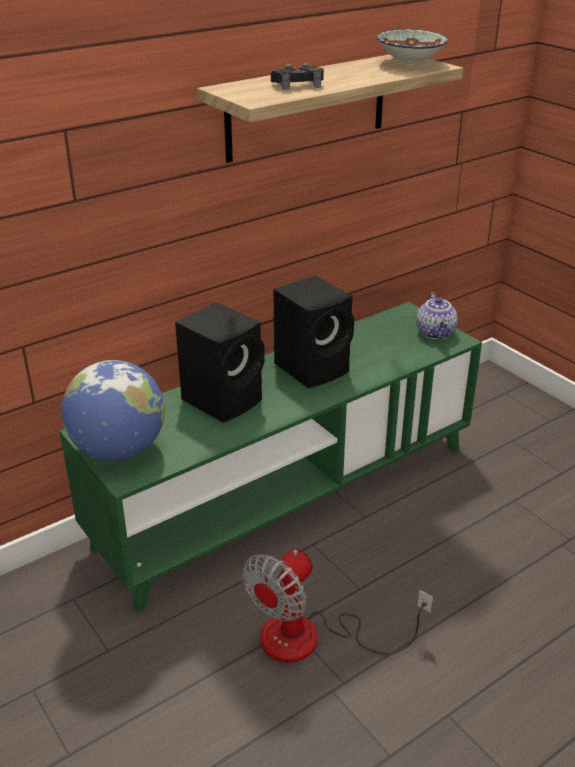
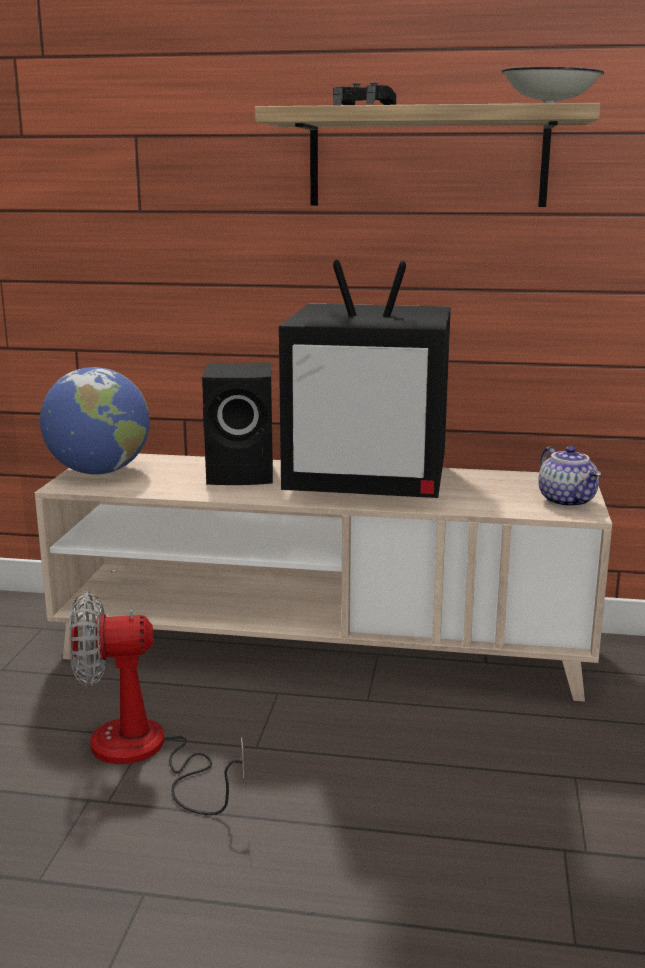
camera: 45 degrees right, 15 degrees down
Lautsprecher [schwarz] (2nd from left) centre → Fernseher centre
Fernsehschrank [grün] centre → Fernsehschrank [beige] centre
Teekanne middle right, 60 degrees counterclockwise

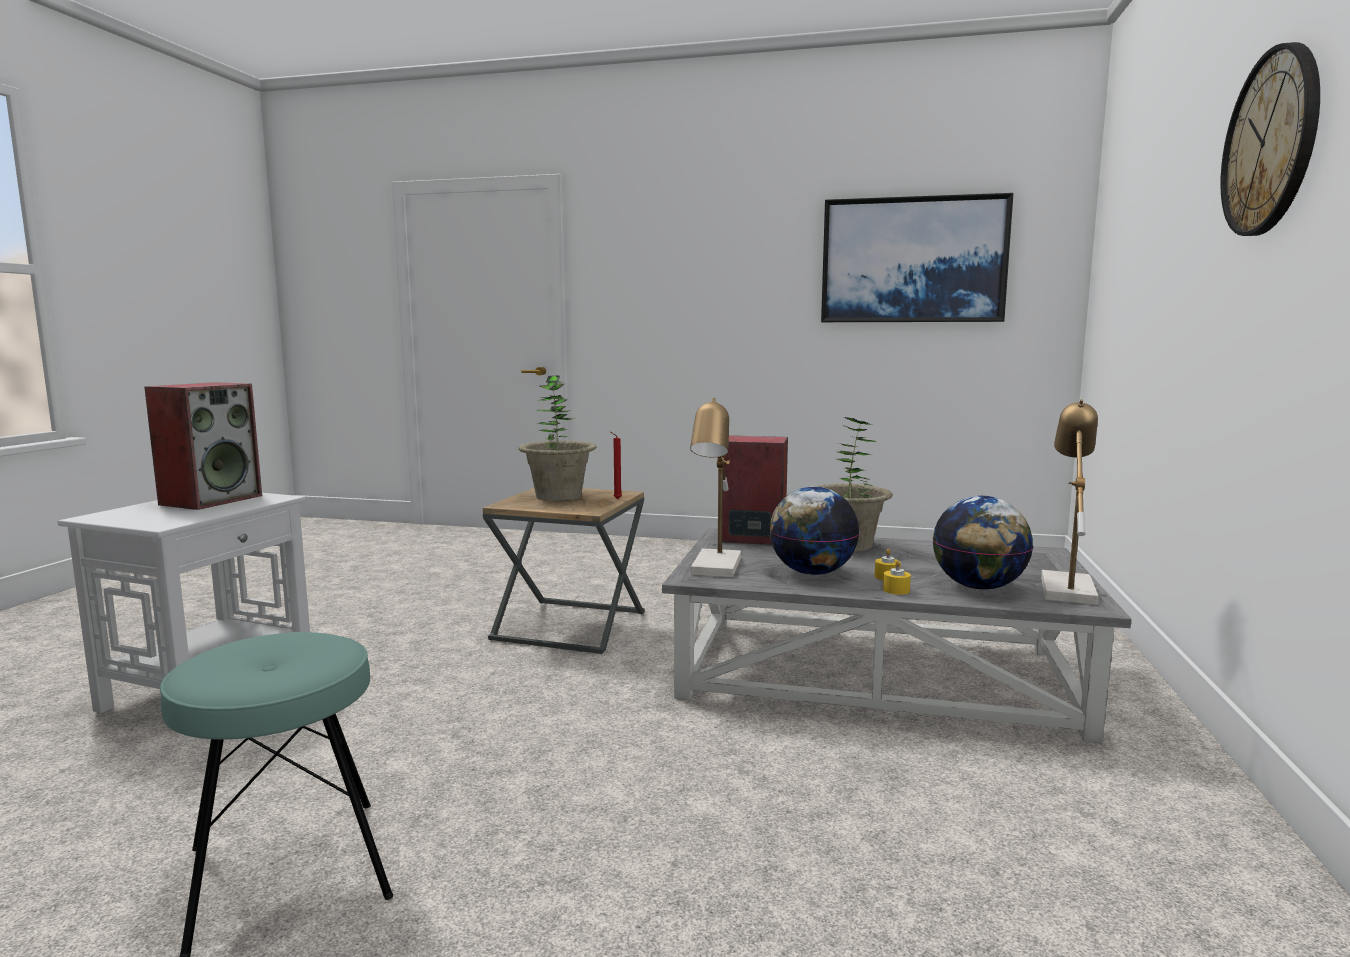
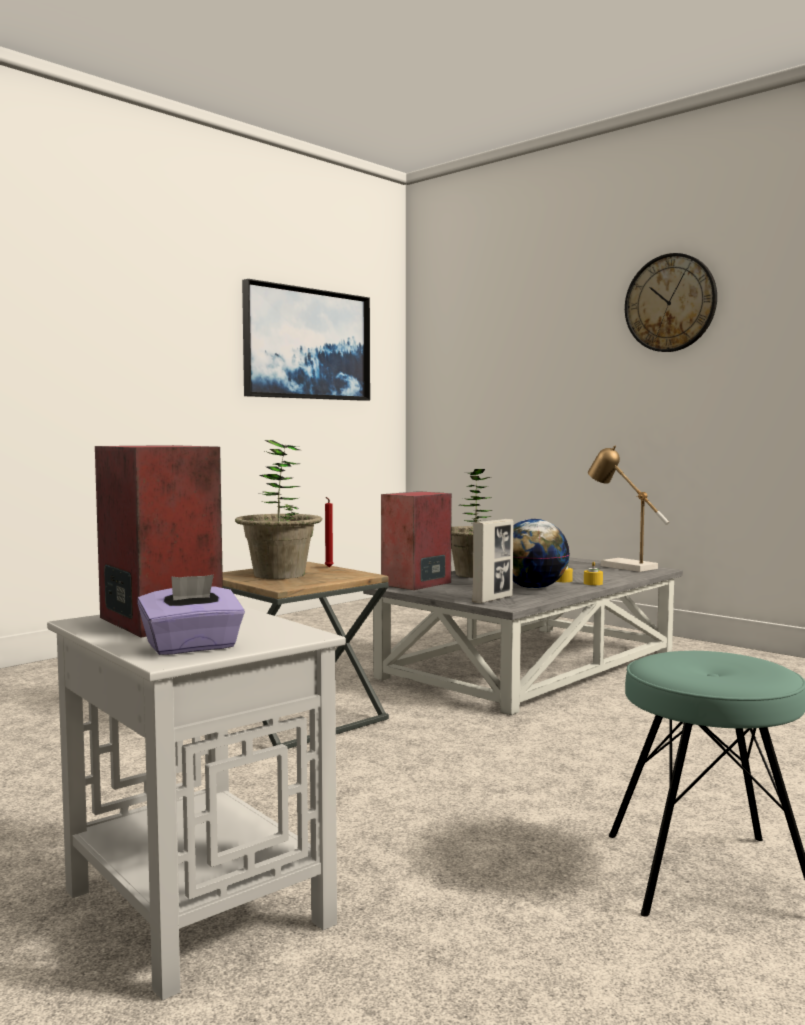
camera: 60 degrees left, 5 degrees down
Globus (2nd from left) middle right → -
- → Taschentuchbox [lila] middle left
Tischlampe (1st from left) centre → Bilderrahmen centre

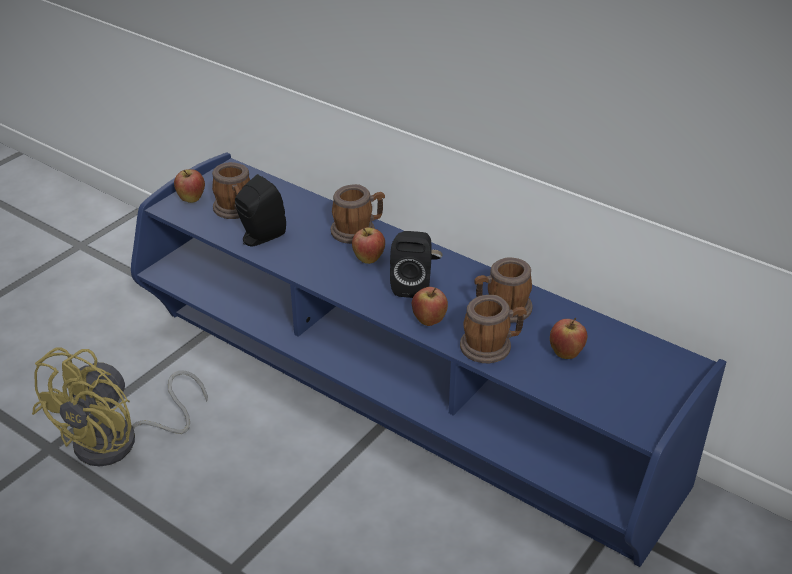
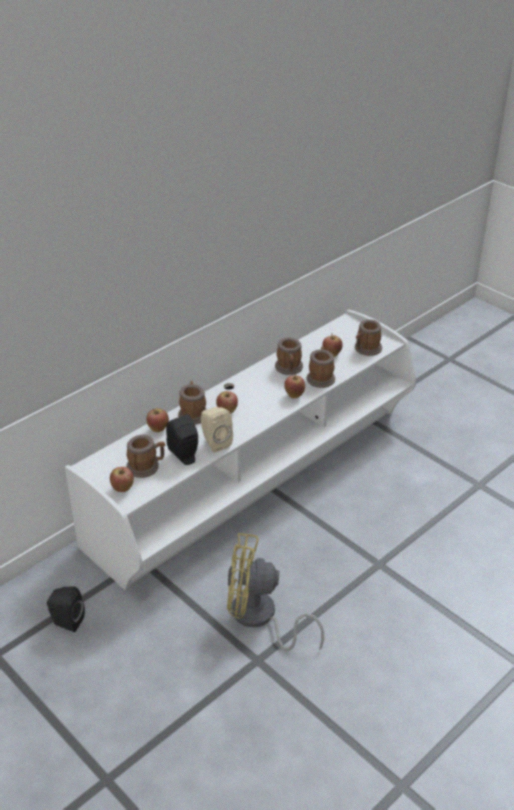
camera: 80 degrees left, 0 degrees up
- → Apfel (2nd from left) middle left
- → Lautsprecher [beige] centre
- → Henkelbecher (5th from left) middle right
Lautsprecher [schwarz] (2nd from left in the first image) centre → Lautsprecher [schwarz] (1st from left) bottom left, moved
Fernsehschrank [blau] centre → Fernsehschrank [weiß] centre
Ventilator [gelb] bottom left → Ventilator [gelb] bottom centre, 150 degrees clockwise

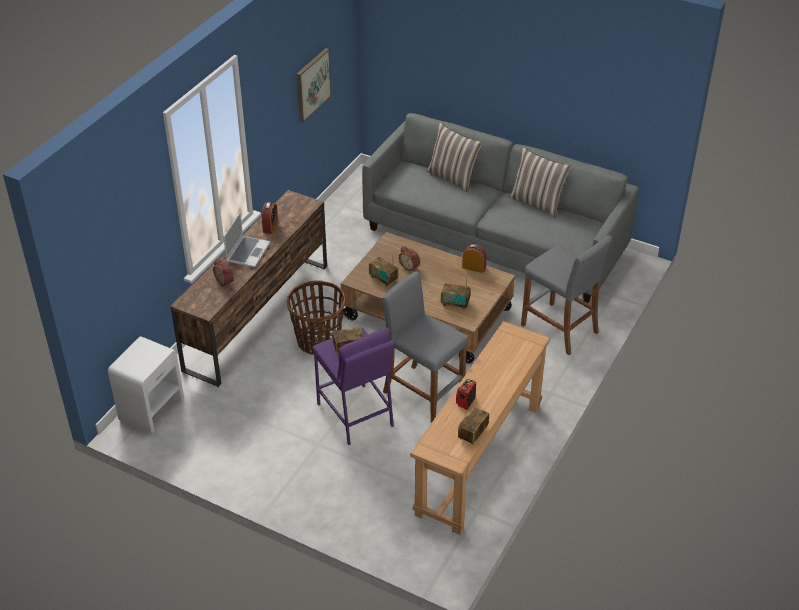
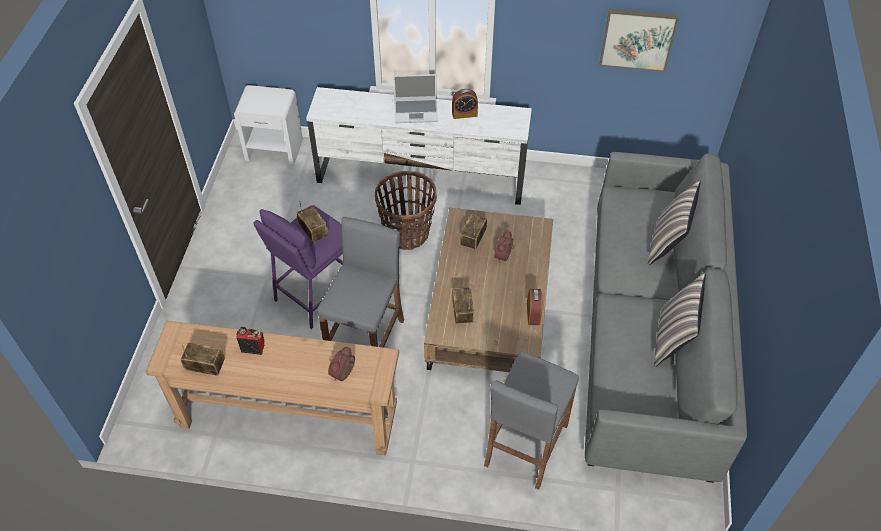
camera: 70 degrees right, 10 degrees up
Wecker (1st from left) middle left → Wecker (1st from left) bottom centre, moved
Fernsehschrank [braun] middle left → Fernsehschrank [weiß] top centre

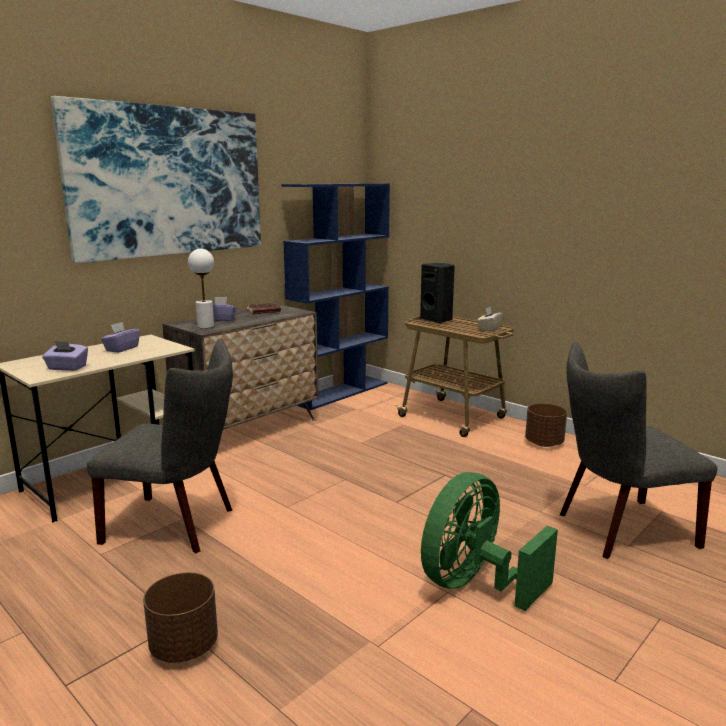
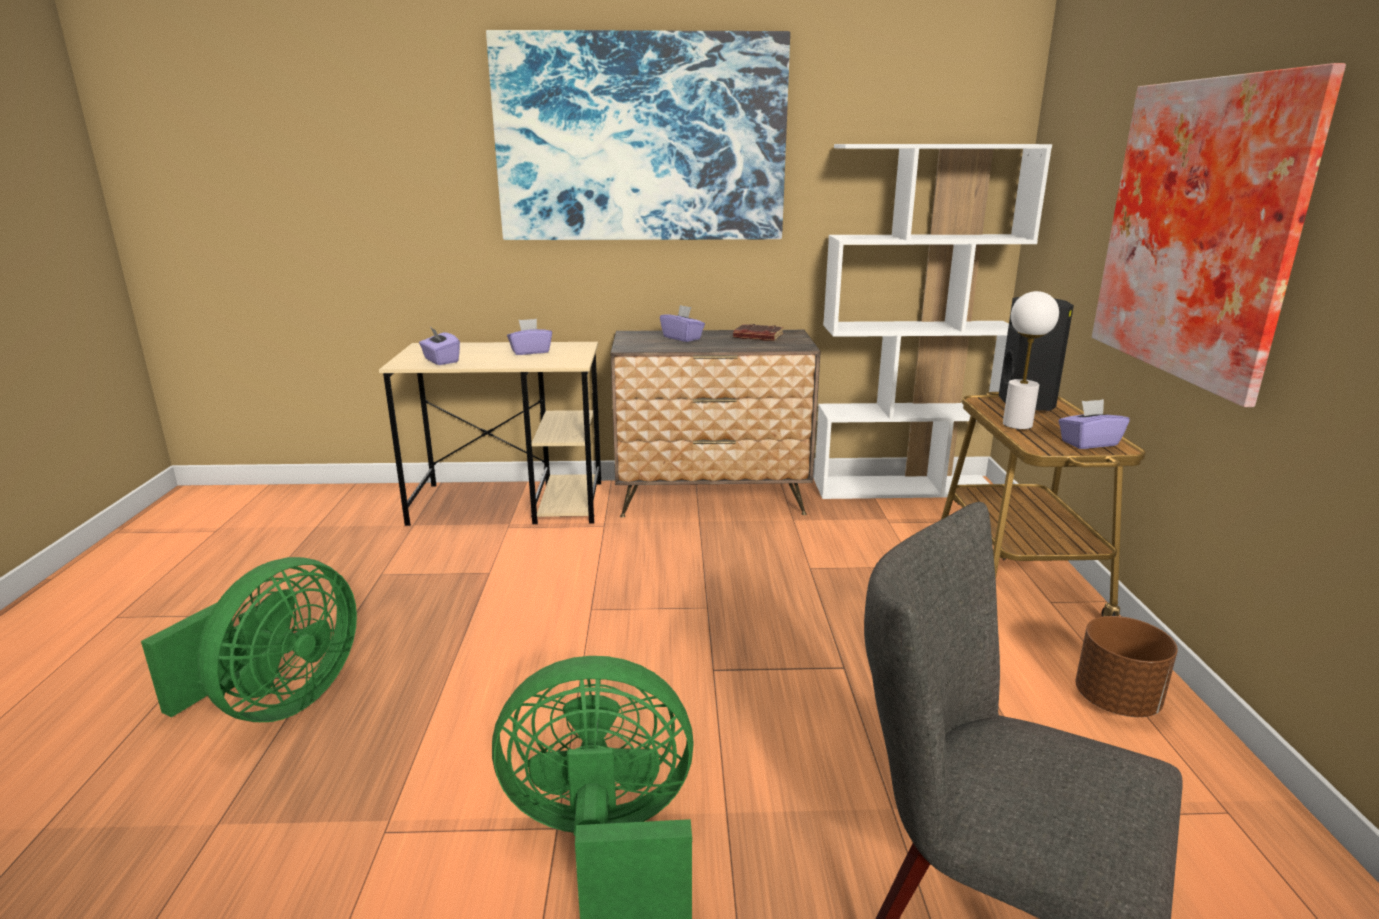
camera: 45 degrees right, 5 degrees up
Stuhl [grau] (1st from left) middle left → -
- → Bild (2nd from left) top right
Tischlampe [weiß] middle left → Tischlampe [weiß] middle right, moved
Pflanzkübel [braun] (1st from left) bottom left → Ventilator [grün] (1st from left) bottom left
Bücherregal [blau] centre → Bücherregal [weiß] middle right
Taschentuchbox [beige] middle right → Taschentuchbox [lila] (4th from left) middle right

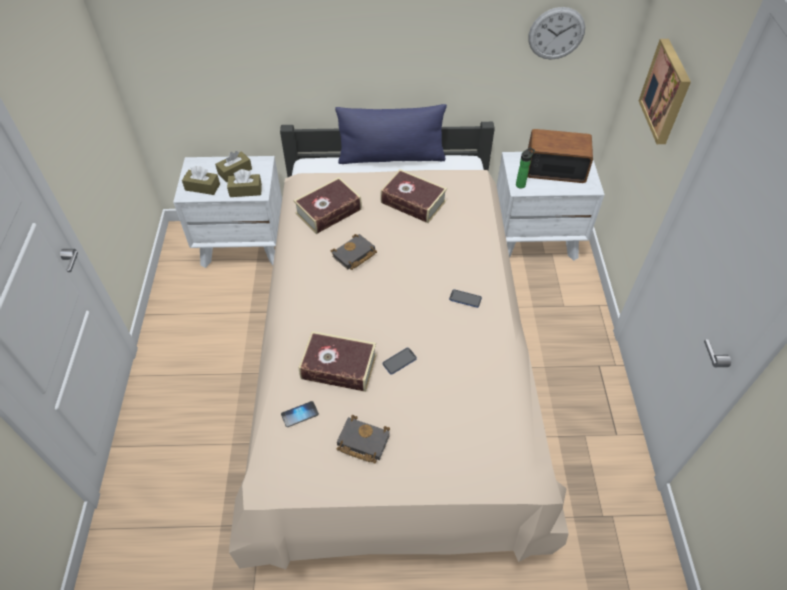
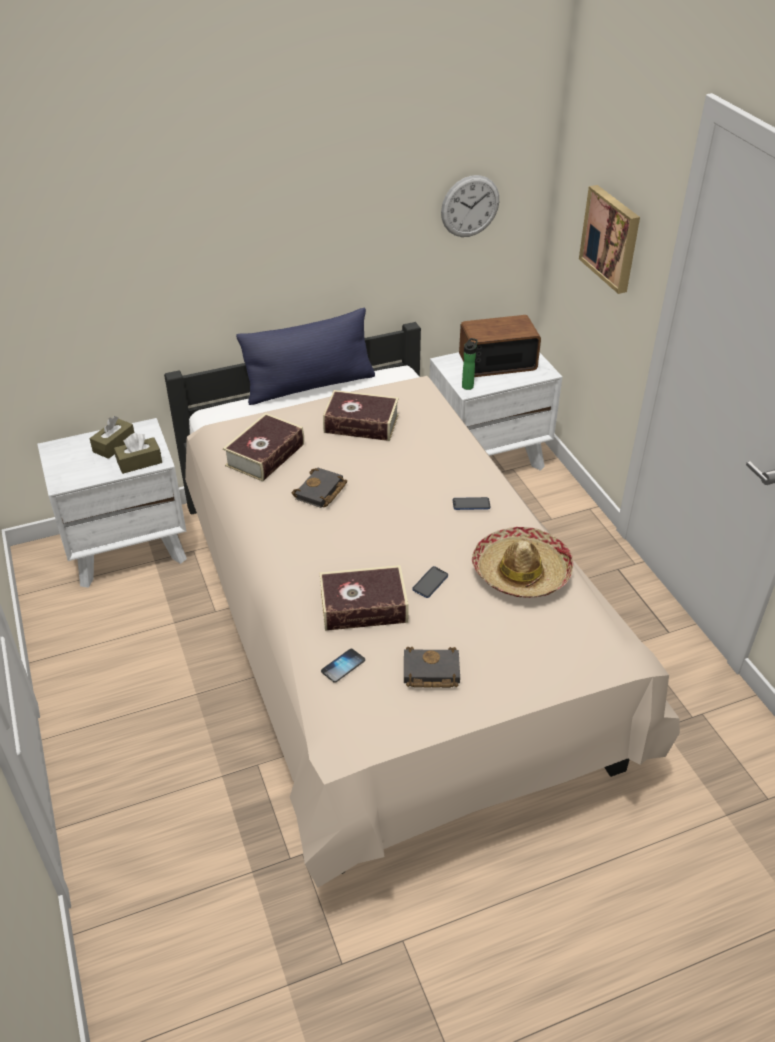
camera: 20 degrees left, 10 degrees down
Taschentuchbox [braun] (1st from left) top left → -
- → Hut middle right

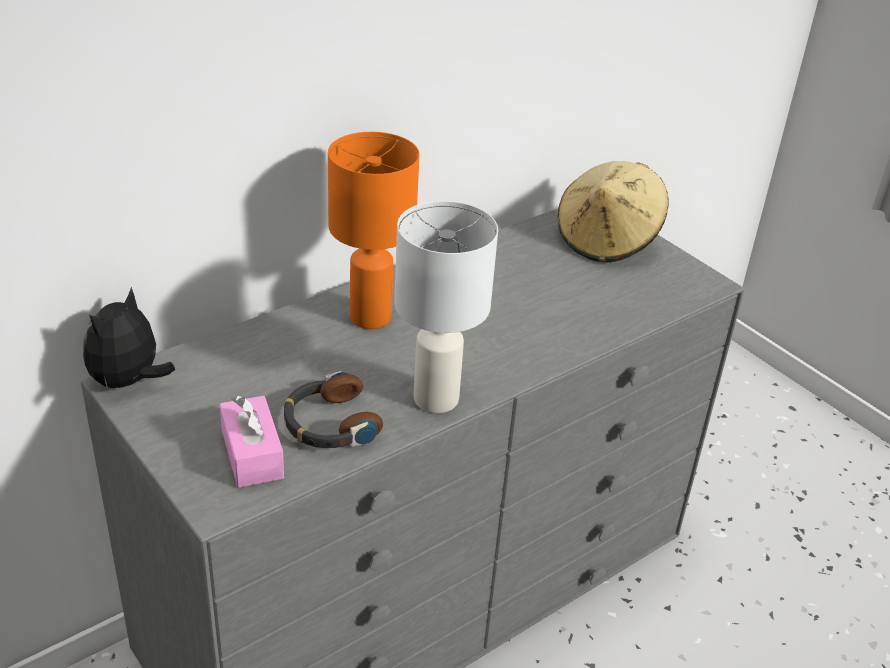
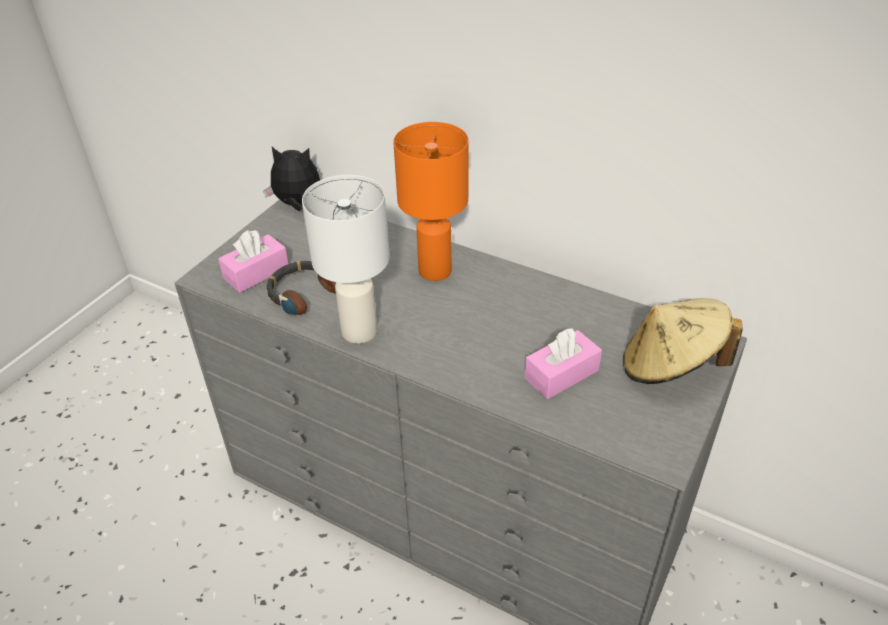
camera: 70 degrees right, 5 degrees up
- → Taschentuchbox [rosa] (2nd from left) centre

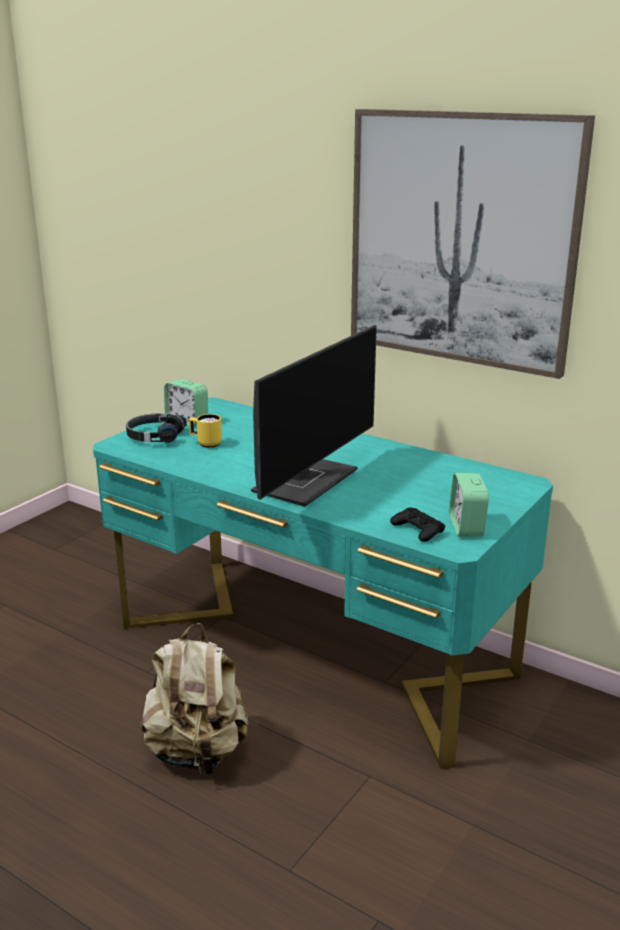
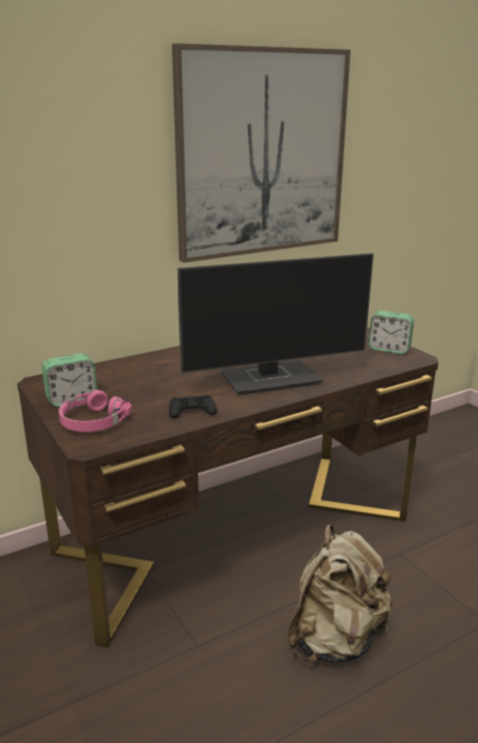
camera: 65 degrees left, 0 degrees up
Henkelbecher [gelb] middle left → -
Gamepad [schwarz] middle right → Gamepad [schwarz] centre, moved
Schreibtisch [türkis] centre → Schreibtisch [braun] centre
Kopfhörer [schwarz] middle left → Kopfhörer [rosa] middle left
Monitor centre, 105 degrees clockwise

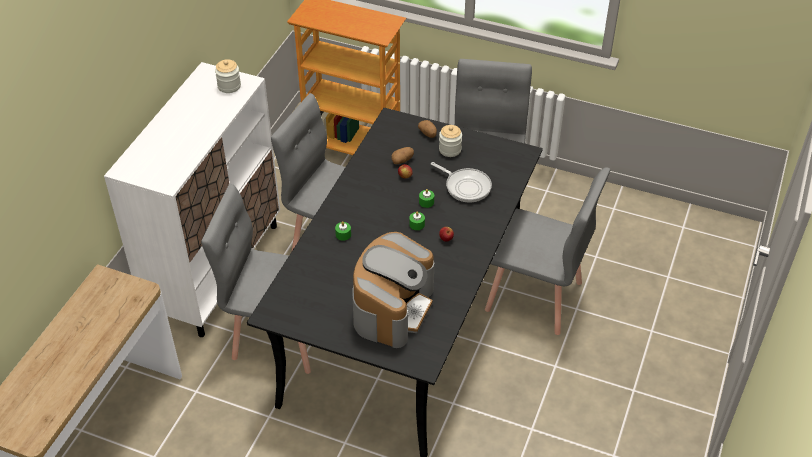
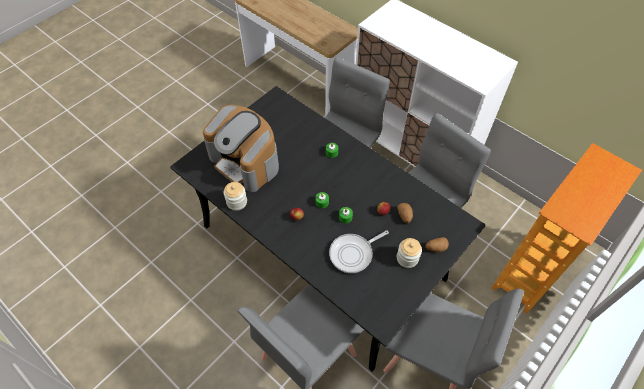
camera: 110 degrees right, 10 degrees up
Vorratsglas (1st from left) top left → Vorratsglas (1st from left) centre, moved

